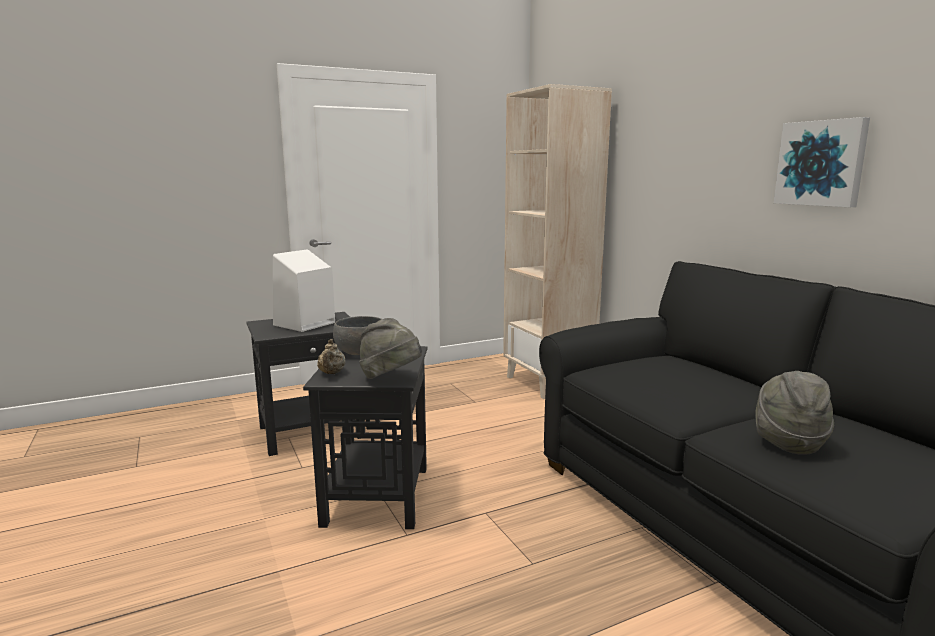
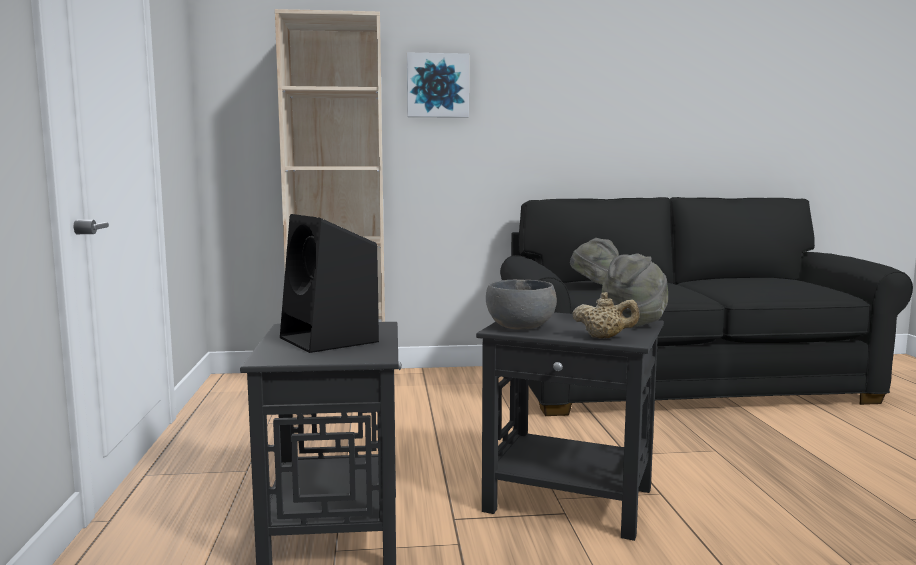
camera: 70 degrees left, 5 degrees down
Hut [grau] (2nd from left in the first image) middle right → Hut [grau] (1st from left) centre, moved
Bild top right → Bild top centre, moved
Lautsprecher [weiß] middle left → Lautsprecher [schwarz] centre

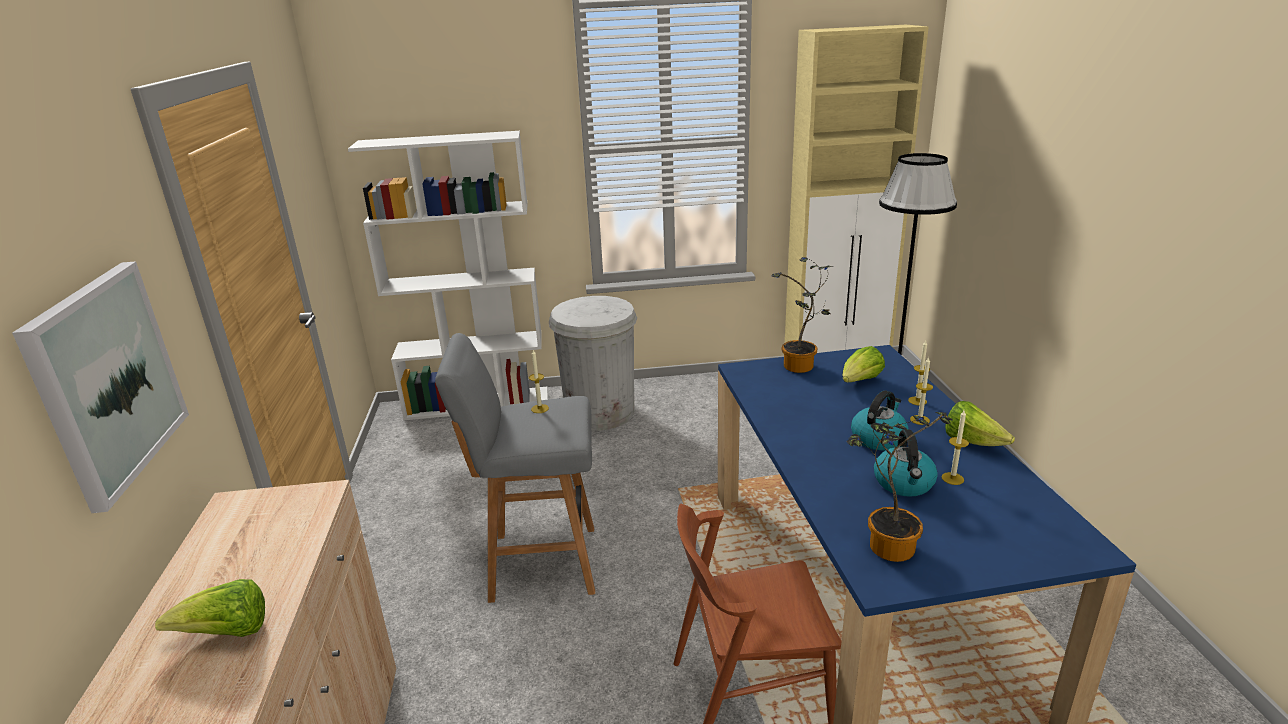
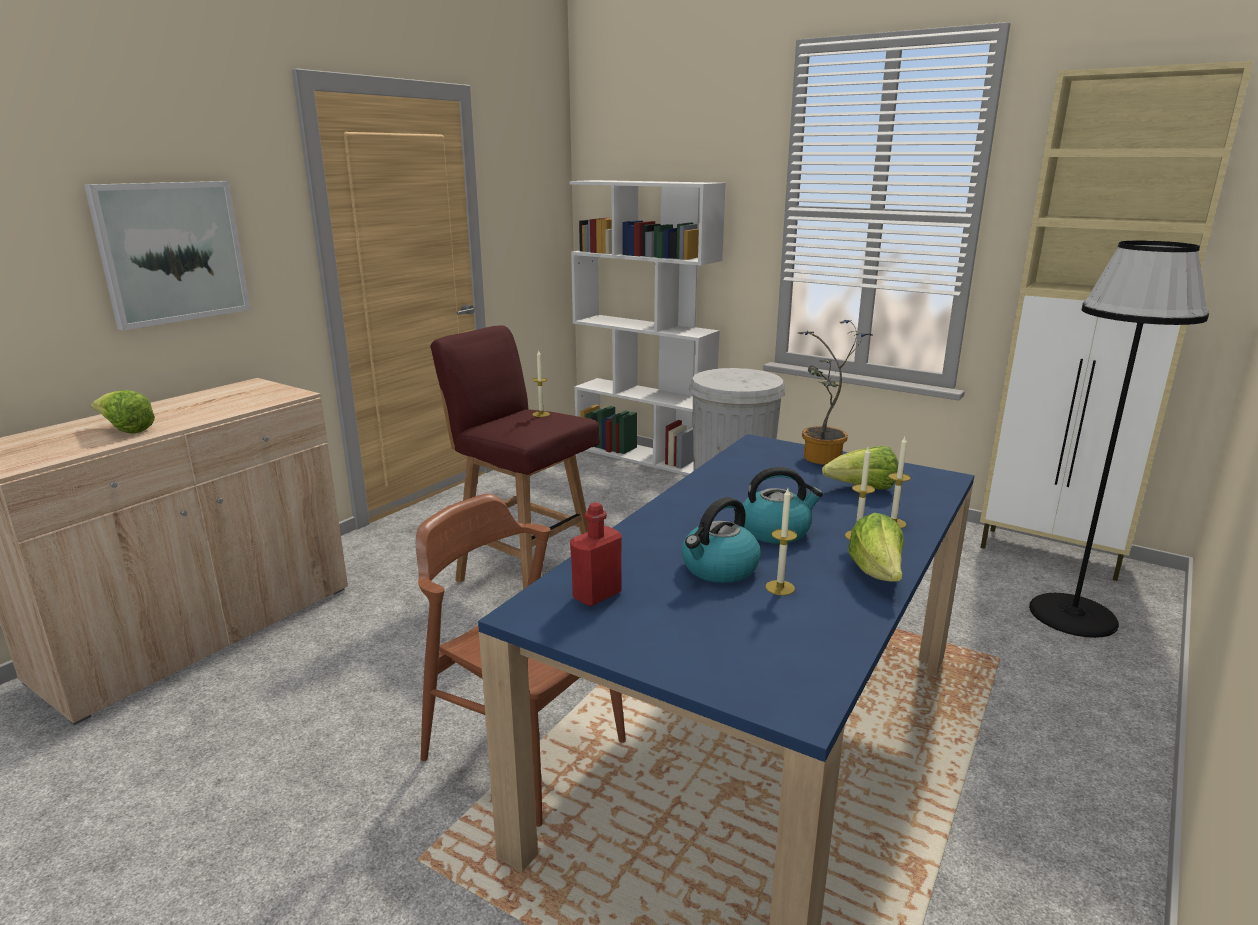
camera: 40 degrees right, 5 degrees down
Topfpflanze (2nd from left) bottom right → Flasche [rot] centre
Hocker [grau] centre → Hocker [rot] centre

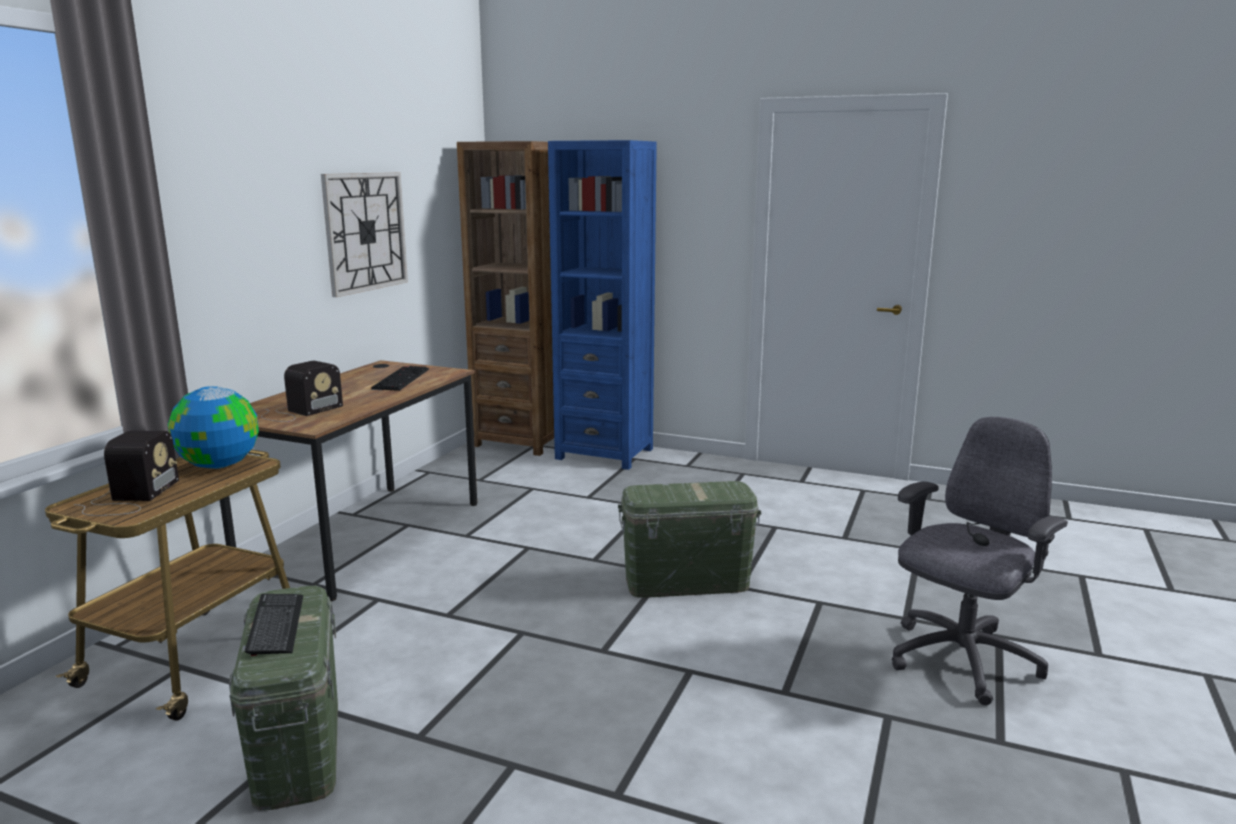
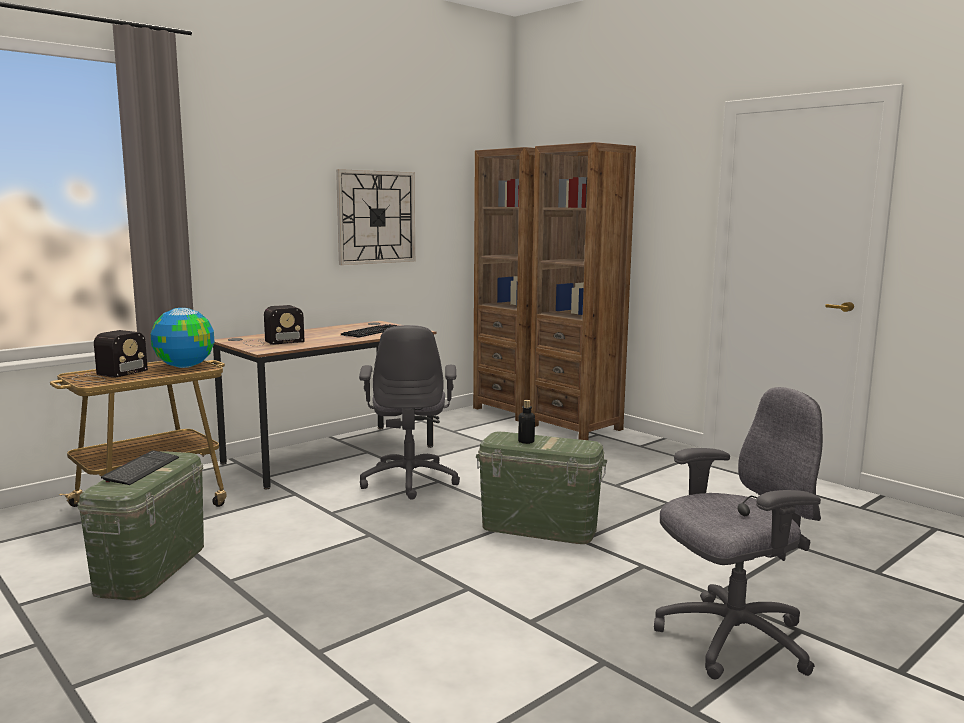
camera: 25 degrees right, 5 degrees down
- → Bürostuhl [grau] (1st from left) centre
- → Flasche centre
Bücherregal [blau] centre → Bücherregal [braun] (2nd from left) centre

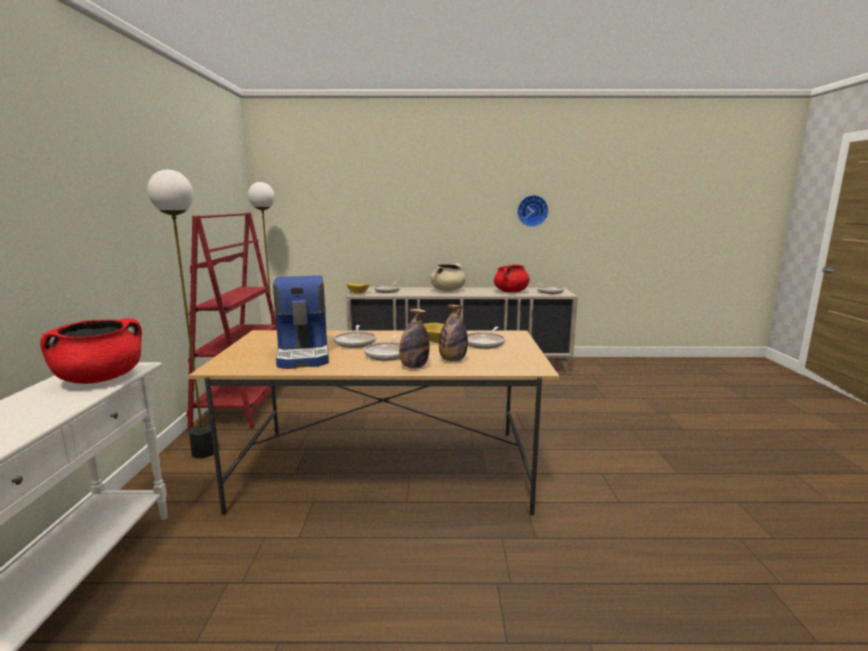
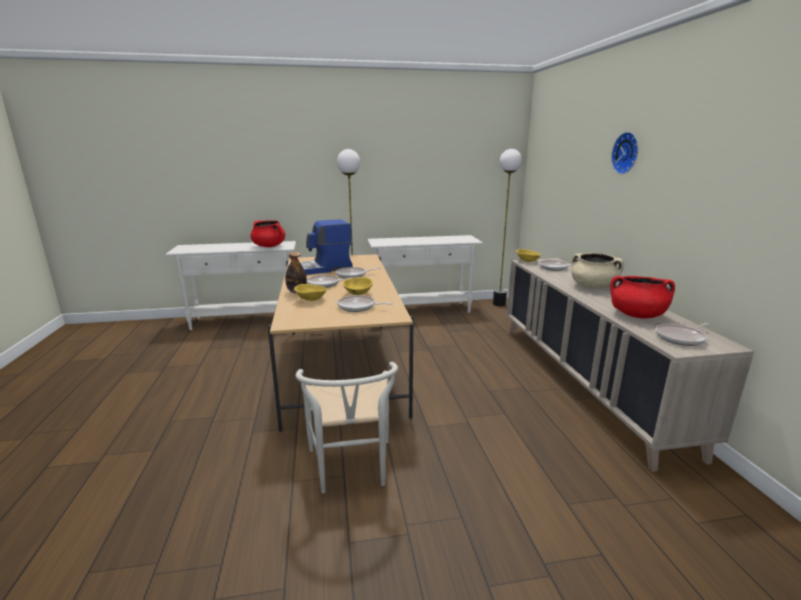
camera: 80 degrees right, 5 degrees up
- → Stuhl [weiß] bottom centre
Wanduhr top centre → Wanduhr top right, moved
Bücherregal [rot] middle left → Konsolentisch [weiß] (2nd from left) centre
Flasche (2nd from left) centre → Schüssel [gelb] (1st from left) centre

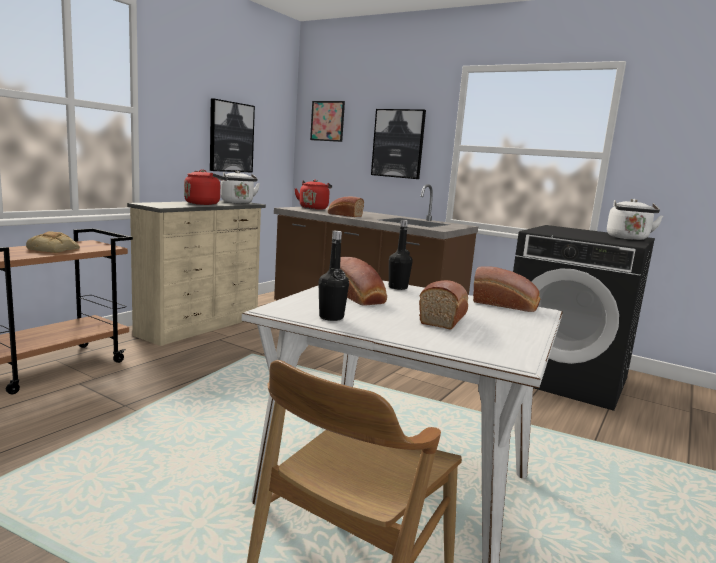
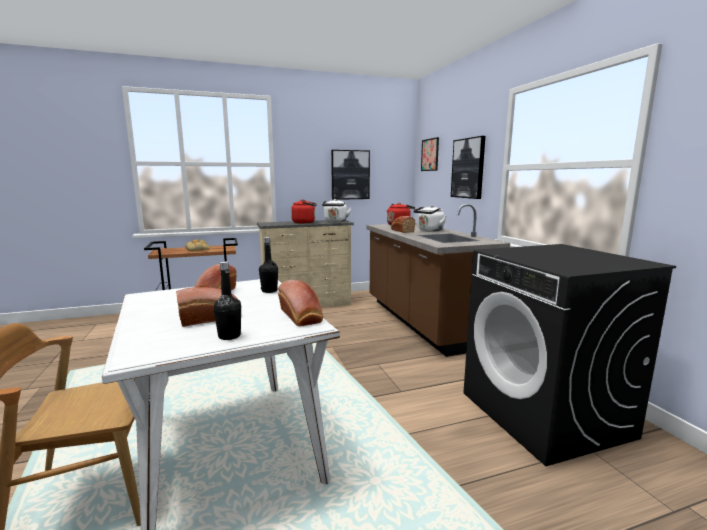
camera: 40 degrees right, 0 degrees up
Flasche [schwarz] (1st from left) centre → Flasche [schwarz] (1st from left) middle left, moved
Wasserkessel [weiß] (2nd from left) middle right → Wasserkessel [weiß] (2nd from left) centre, moved

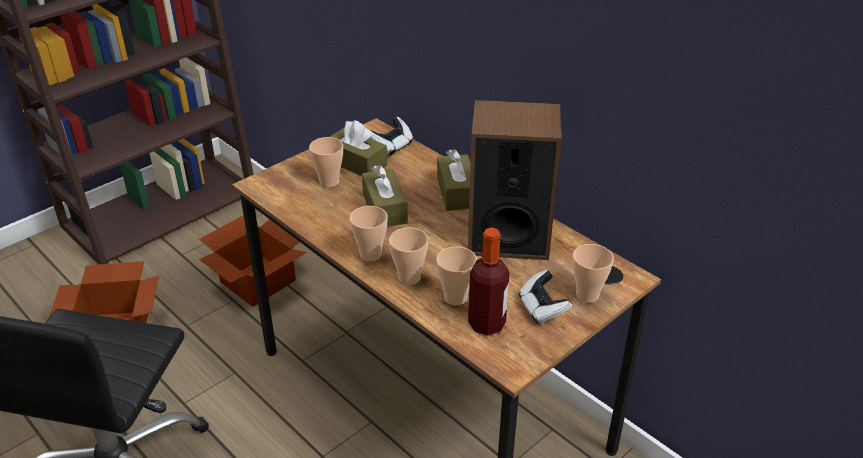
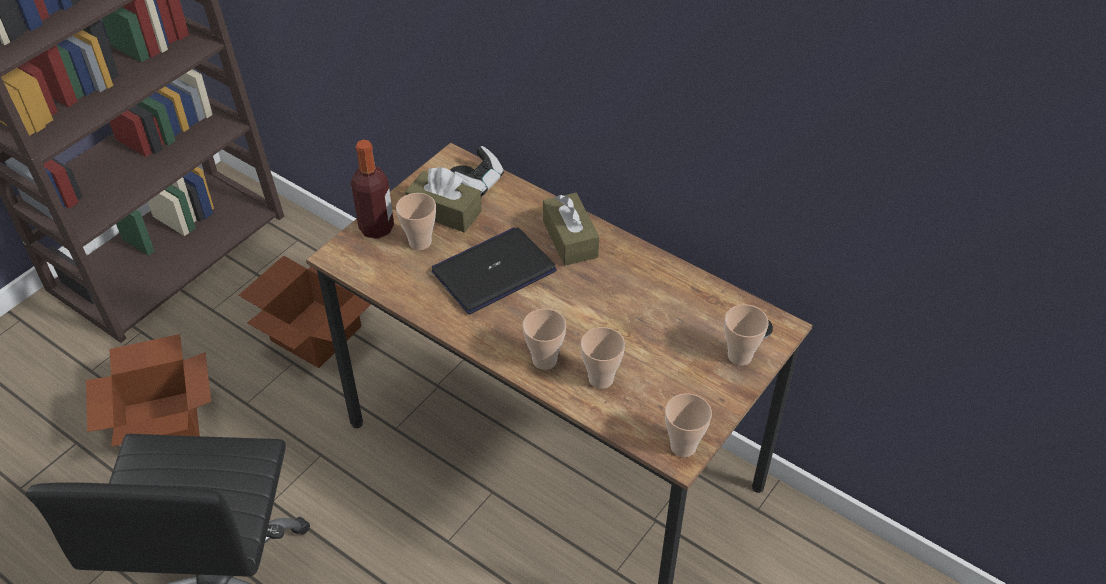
camera: 10 degrees left, 10 degrees up
Lautsprecher centre → -
Gamepad (2nd from left) centre → -
Tasse (2nd from left in the first image) centre → Tasse (4th from left) bottom centre, moved
Flasche centre → Flasche top centre, moved
Taschentuchbox [braun] (2nd from left) centre → Laptop centre

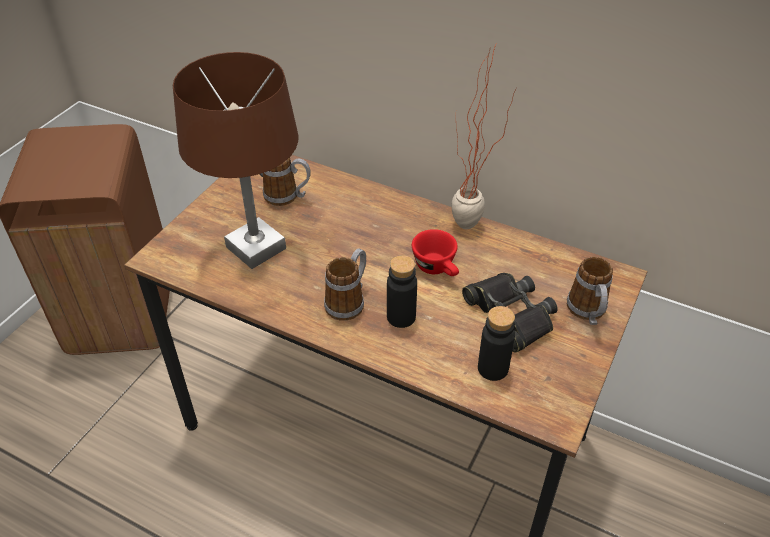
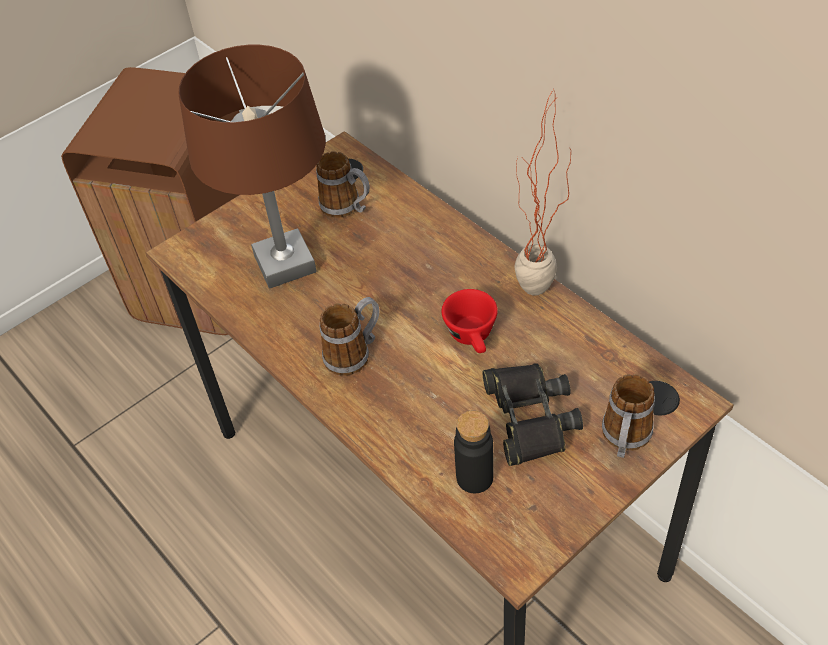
camera: 25 degrees right, 5 degrees up
Flasche [schwarz] (1st from left) centre → -

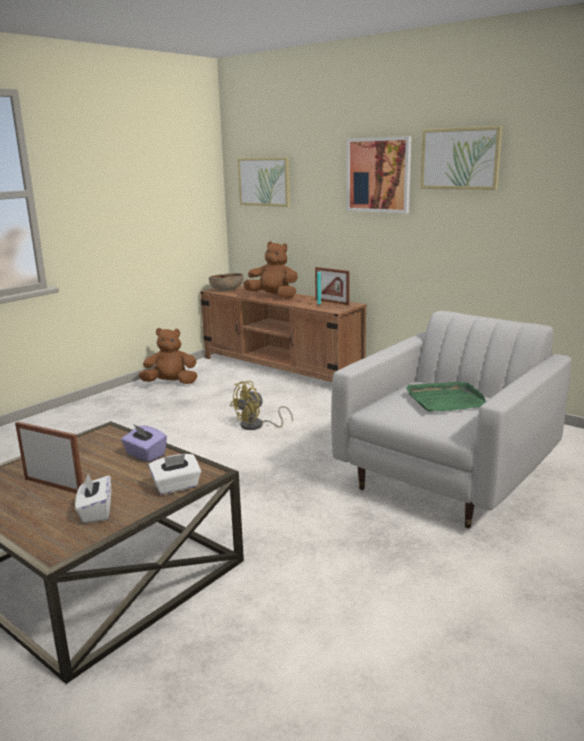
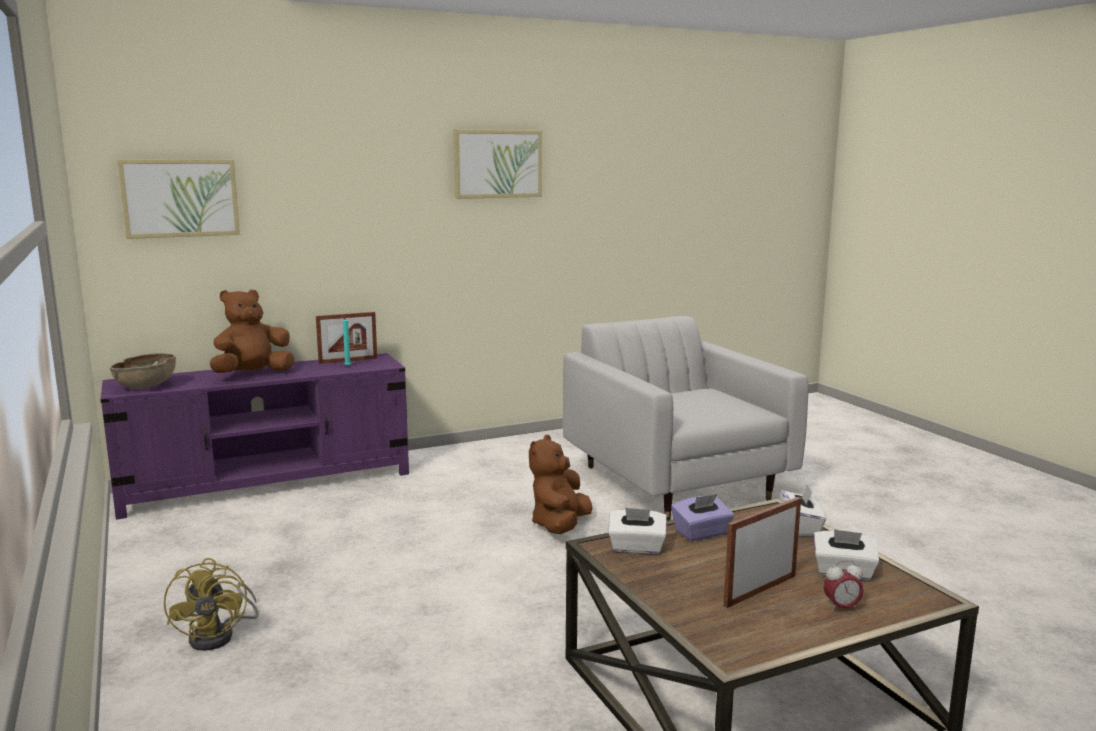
camera: 65 degrees left, 5 degrees down
Bild (2nd from left) top centre → -
Tablett [grün] middle right → -
- → Taschentuchbox [weiß] (1st from left) bottom centre
- → Wecker bottom right
Plüschtier [braun] (1st from left in the first image) middle left → Plüschtier [braun] (2nd from left) centre, moved
Ventilator [gelb] centre → Ventilator [gelb] bottom left, moved
Fernsehschrank [braun] centre → Fernsehschrank [lila] middle left

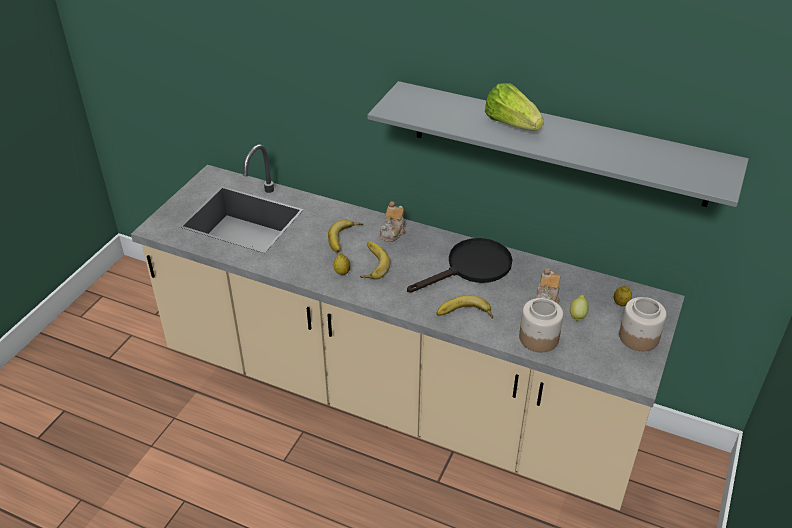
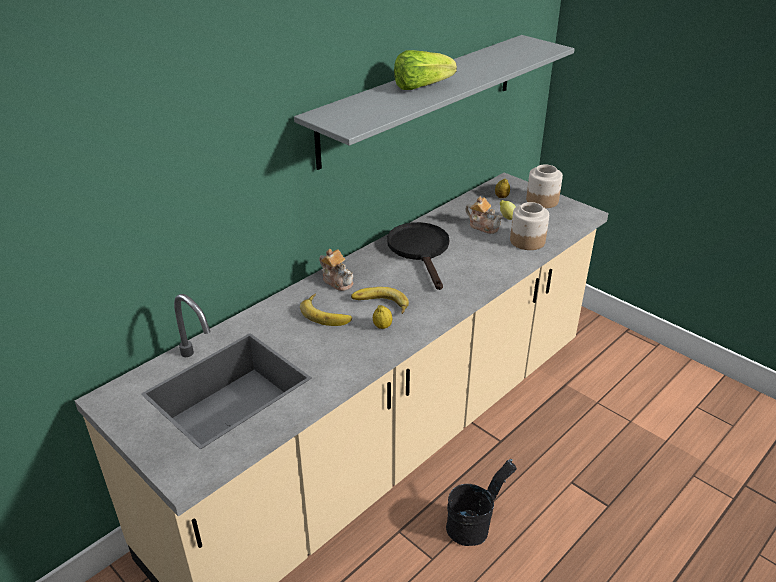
camera: 70 degrees left, 5 degrees down
Banane (3rd from left) centre → -
- → Eimer [schwarz] bottom centre

